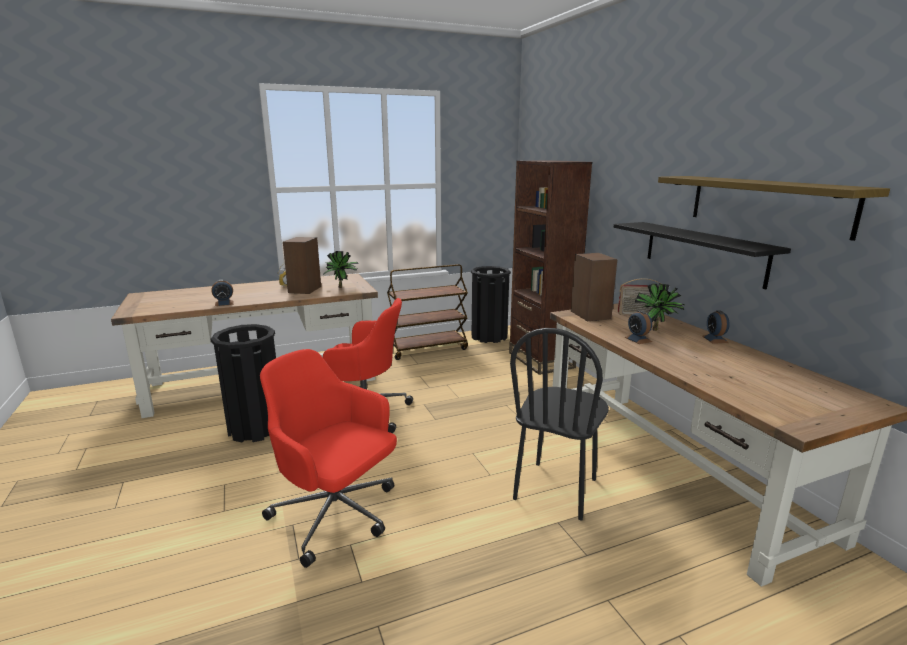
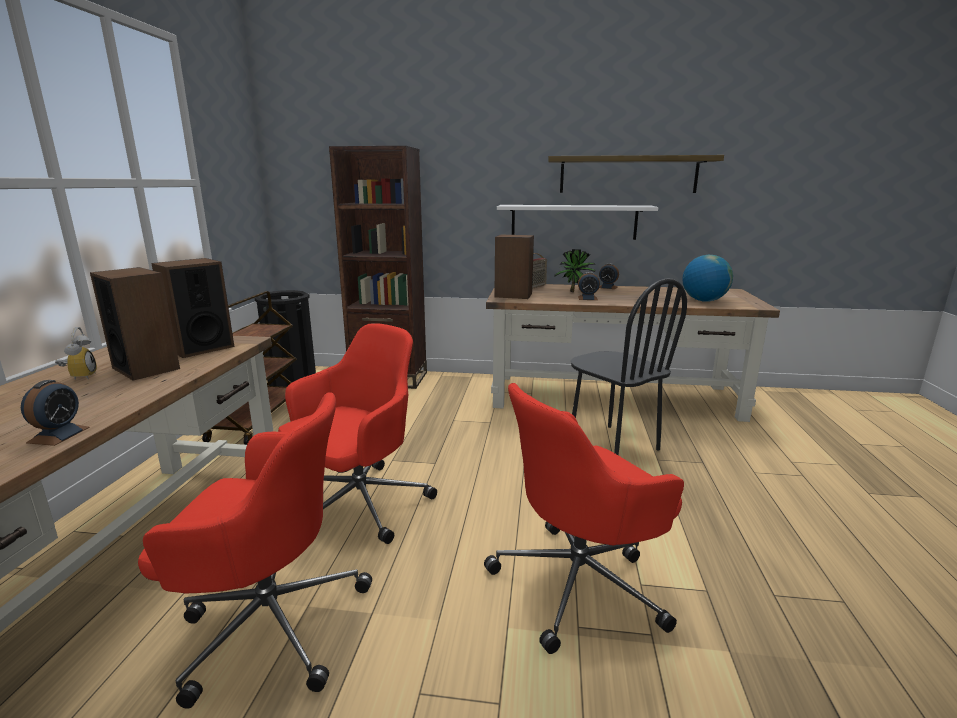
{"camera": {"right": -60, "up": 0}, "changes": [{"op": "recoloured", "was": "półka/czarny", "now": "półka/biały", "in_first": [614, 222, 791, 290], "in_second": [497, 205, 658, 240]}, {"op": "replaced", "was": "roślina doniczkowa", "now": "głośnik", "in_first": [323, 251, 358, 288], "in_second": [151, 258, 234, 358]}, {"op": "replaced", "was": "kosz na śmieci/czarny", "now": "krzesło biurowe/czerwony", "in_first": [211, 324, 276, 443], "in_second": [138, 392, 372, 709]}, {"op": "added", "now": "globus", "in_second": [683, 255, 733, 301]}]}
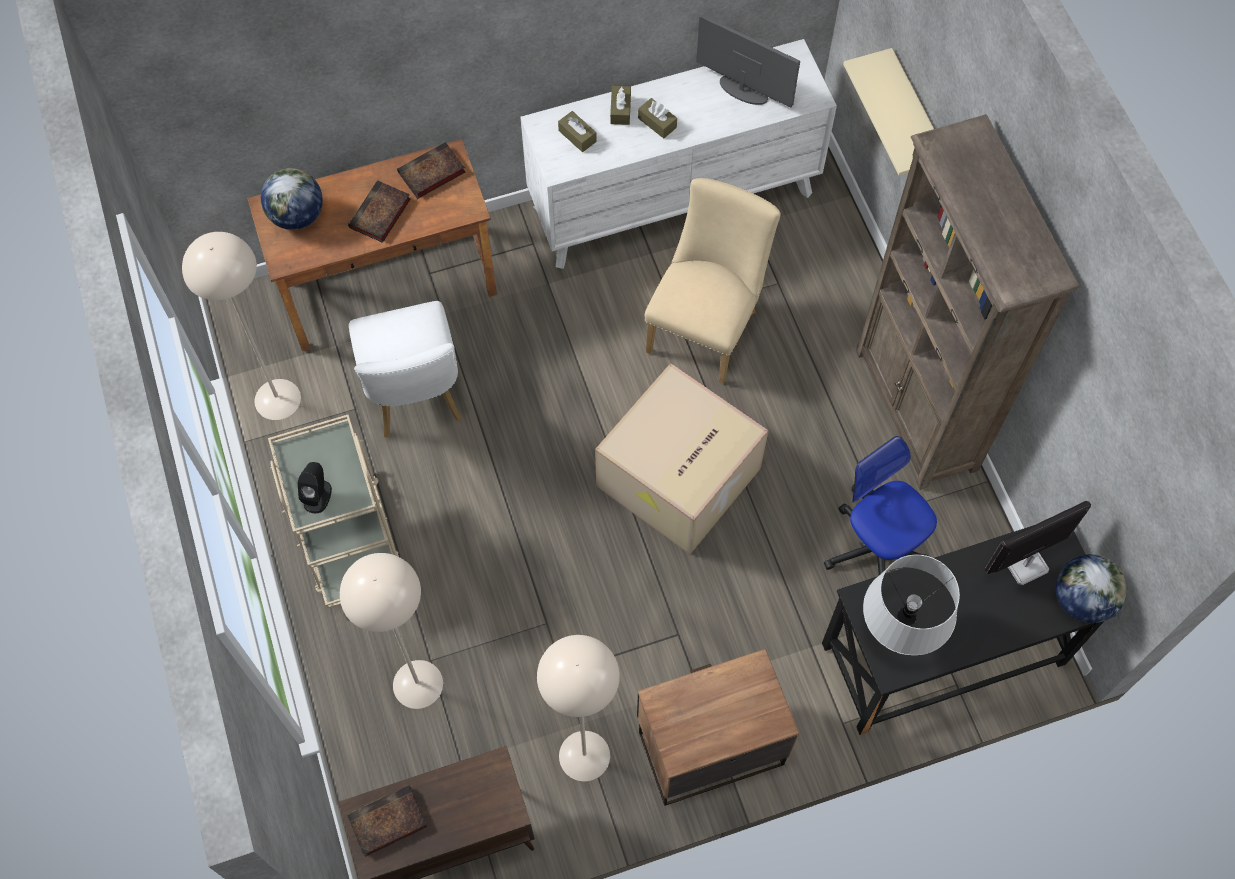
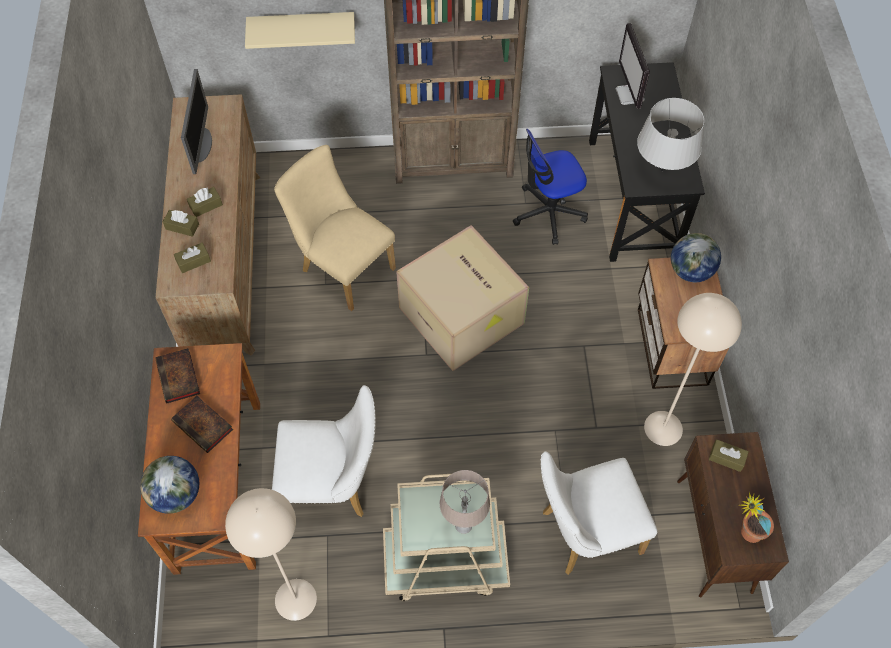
{"camera": {"right": -75, "up": -5}, "changes": [{"op": "turned", "was": "monitor", "in_first": [696, 15, 800, 107], "in_second": [181, 69, 212, 174], "clockwise": 135}, {"op": "recoloured", "was": "komoda/biały", "now": "komoda/brązowy", "in_first": [520, 39, 837, 269], "in_second": [156, 94, 260, 356]}, {"op": "replaced", "was": "głośnik/czarny", "now": "lampa stołowa/beżowy", "in_first": [297, 462, 332, 513], "in_second": [440, 470, 490, 534]}, {"op": "replaced", "was": "lampa stojąca/beżowy", "now": "krzesło/biały", "in_first": [340, 553, 443, 709], "in_second": [540, 451, 658, 575]}, {"op": "moved", "was": "globus", "in_first": [1056, 554, 1127, 623], "in_second": [671, 233, 721, 282]}, {"op": "replaced", "was": "książka", "now": "roślina doniczkowa", "in_first": [347, 785, 427, 857], "in_second": [740, 491, 774, 543]}, {"op": "added", "now": "pudełko chusteczek/brązowy", "in_second": [709, 439, 749, 472]}]}
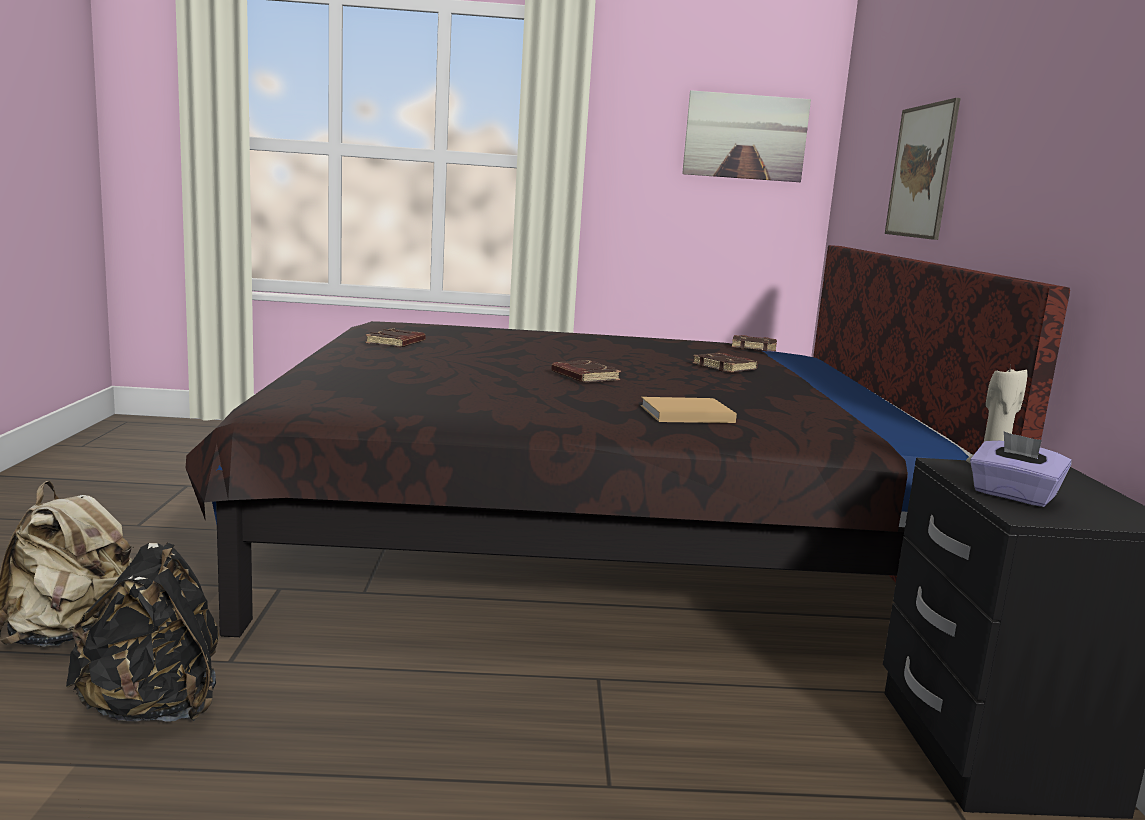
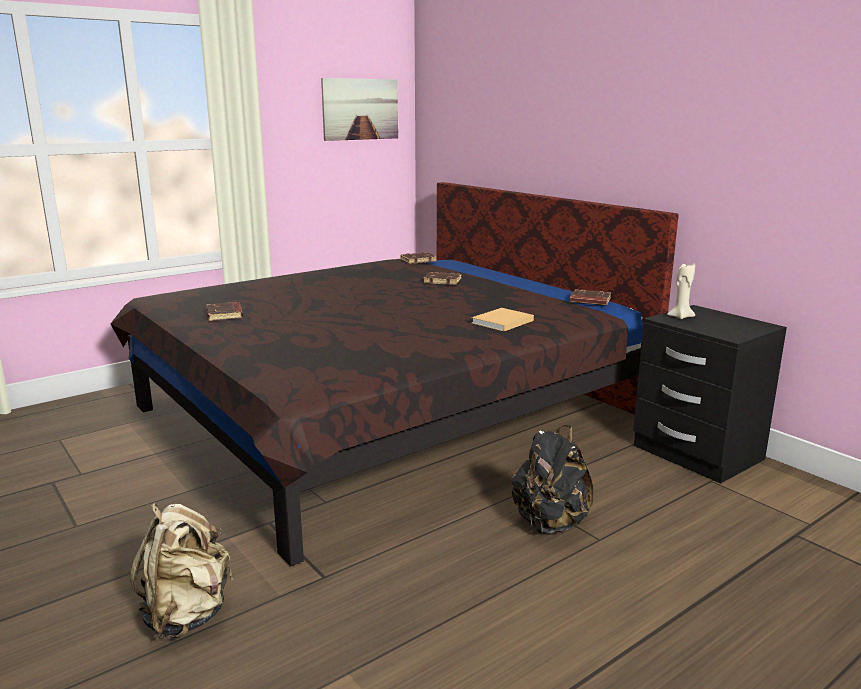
{"camera": {"right": -35, "up": 5}, "changes": [{"op": "removed", "was": "obraz", "in_first": [885, 98, 960, 240]}, {"op": "moved", "was": "książka/brązowy", "in_first": [551, 360, 621, 383], "in_second": [570, 289, 611, 305]}, {"op": "removed", "was": "pudełko chusteczek/fioletowy", "in_first": [970, 431, 1072, 507]}, {"op": "moved", "was": "plecak/czarny", "in_first": [66, 542, 219, 722], "in_second": [511, 425, 594, 534]}]}
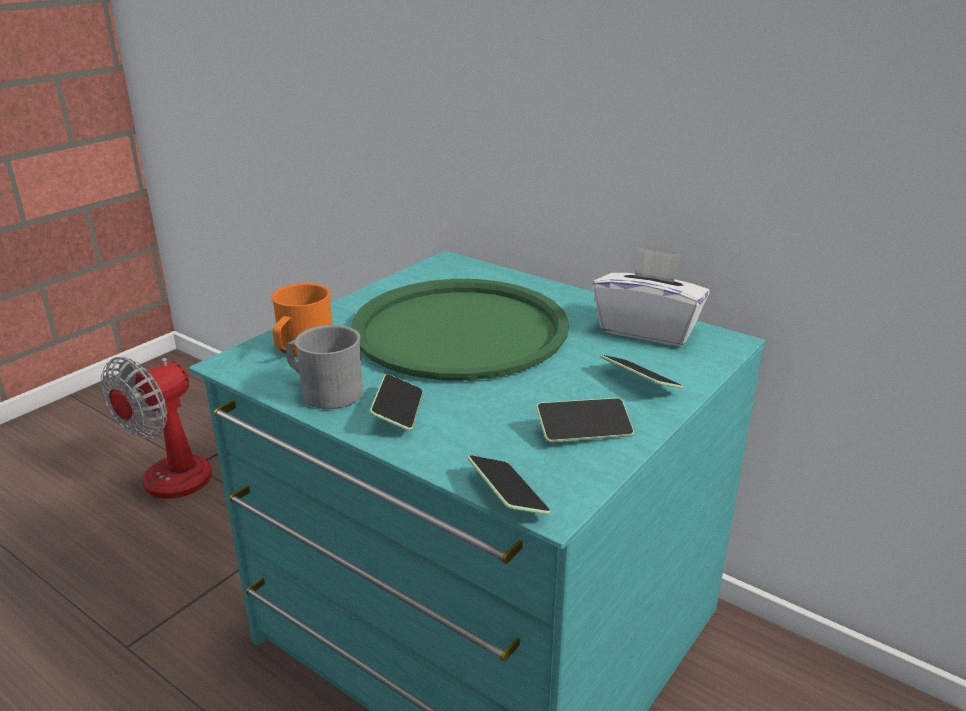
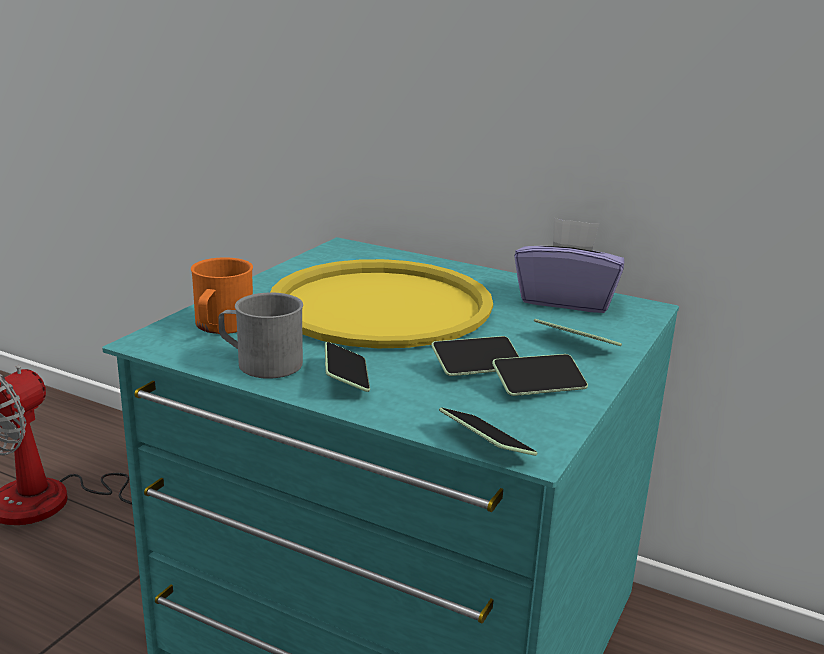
{"camera": {"right": -10, "up": -5}, "changes": [{"op": "recoloured", "was": "pudełko chusteczek/biały", "now": "pudełko chusteczek/fioletowy", "in_first": [593, 247, 710, 346], "in_second": [514, 218, 624, 313]}, {"op": "recoloured", "was": "taca/zielony", "now": "taca/żółty", "in_first": [351, 279, 569, 381], "in_second": [270, 259, 493, 348]}, {"op": "added", "now": "telefon", "in_second": [431, 336, 519, 376]}]}
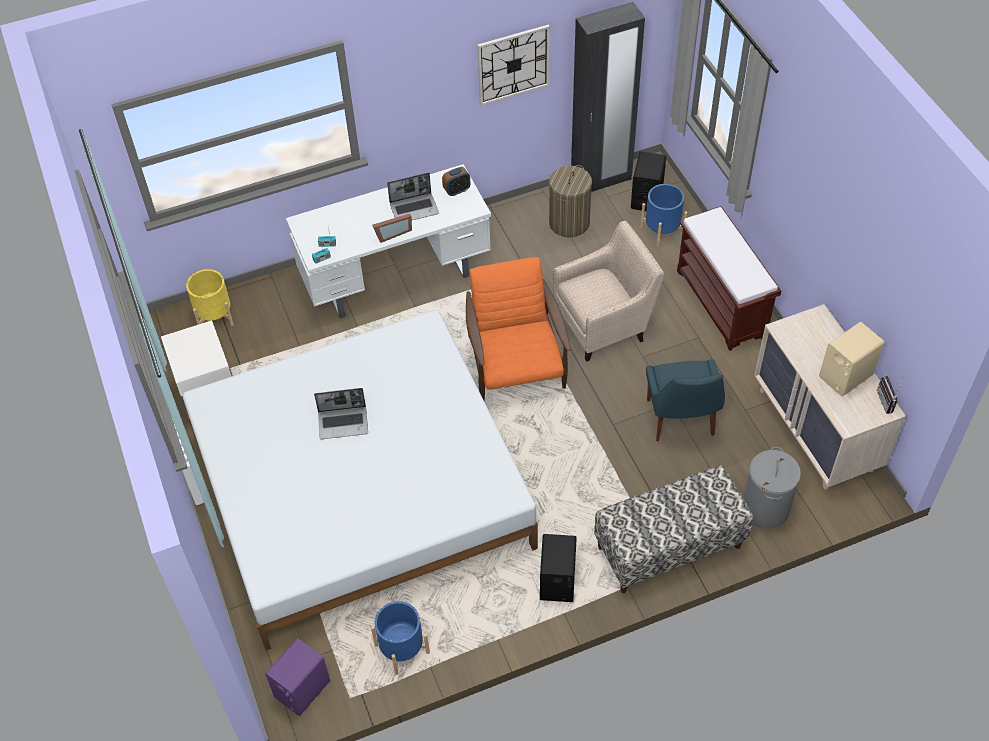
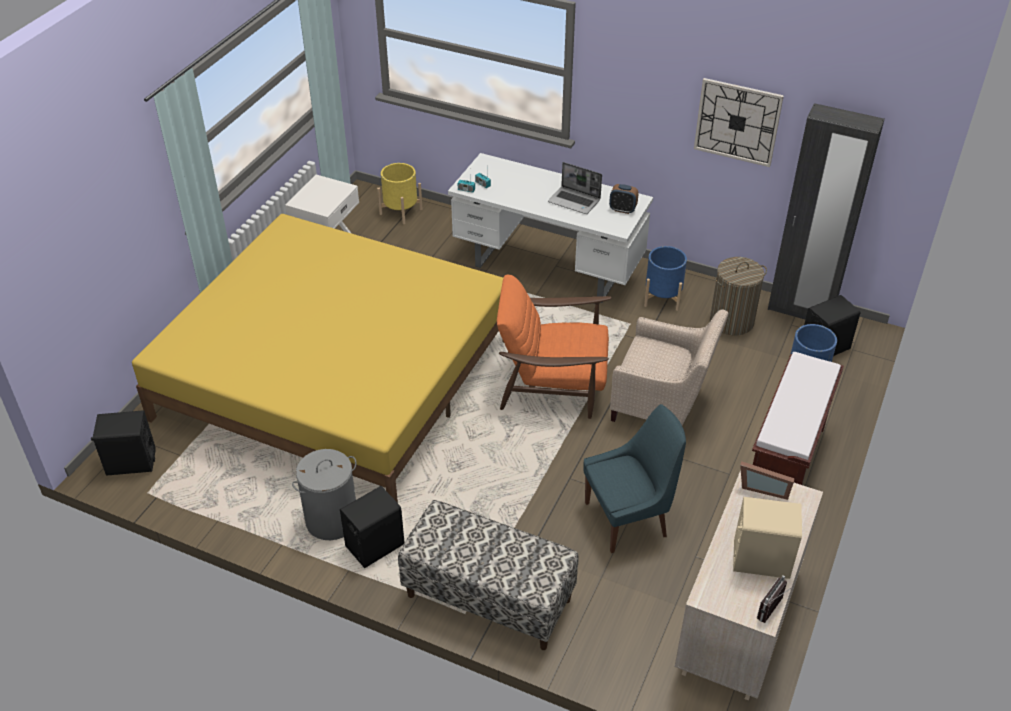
{"camera": {"right": 45, "up": -10}, "changes": [{"op": "moved", "was": "ramka na zdjęcie", "in_first": [372, 213, 412, 243], "in_second": [740, 461, 795, 500]}, {"op": "turned", "was": "fotel/pomarańczowy", "in_first": [466, 257, 570, 401], "in_second": [497, 275, 612, 419], "clockwise": -120}, {"op": "recoloured", "was": "łóżko/biały", "now": "łóżko/żółty", "in_first": [183, 310, 538, 651], "in_second": [132, 214, 504, 503]}, {"op": "turned", "was": "krzesło/niebieski", "in_first": [646, 359, 725, 441], "in_second": [583, 404, 686, 553], "clockwise": -150}, {"op": "removed", "was": "laptop", "in_first": [314, 388, 368, 439]}, {"op": "moved", "was": "kosz na pranie/szary", "in_first": [743, 447, 801, 529], "in_second": [292, 449, 357, 540]}, {"op": "moved", "was": "donica/niebieski", "in_first": [371, 601, 430, 675], "in_second": [644, 246, 687, 311]}, {"op": "recoloured", "was": "głośnik/fioletowy", "now": "głośnik/czarny", "in_first": [265, 638, 330, 716], "in_second": [91, 410, 156, 476]}]}
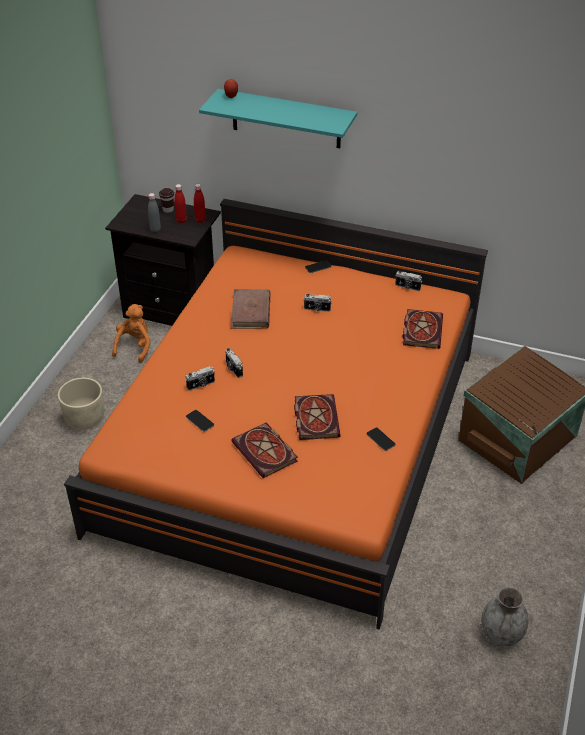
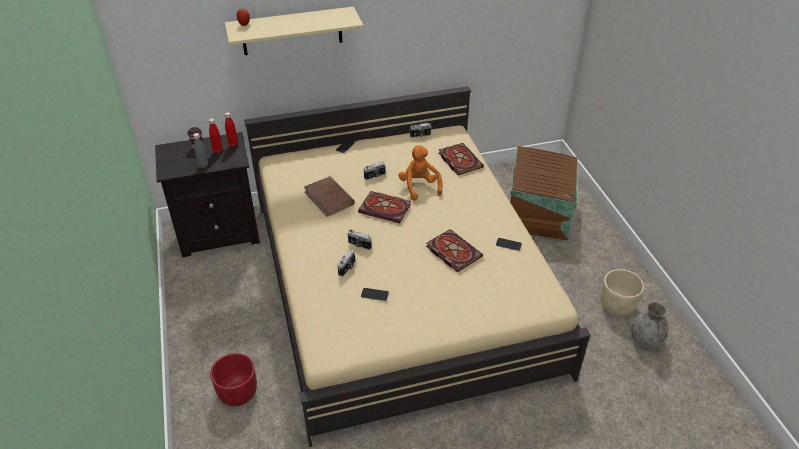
{"camera": {"right": -35, "up": 0}, "changes": [{"op": "recoloured", "was": "półka/turkusowy", "now": "półka/beżowy", "in_first": [199, 89, 357, 148], "in_second": [225, 7, 363, 55]}, {"op": "recoloured", "was": "łóżko/pomarańczowy", "now": "łóżko/beżowy", "in_first": [64, 199, 488, 630], "in_second": [244, 86, 591, 447]}, {"op": "moved", "was": "pluszak/pomarańczowy", "in_first": [112, 304, 151, 363], "in_second": [398, 145, 442, 201]}, {"op": "moved", "was": "donica/beżowy", "in_first": [58, 378, 104, 430], "in_second": [601, 269, 644, 316]}, {"op": "moved", "was": "książka", "in_first": [231, 422, 298, 478], "in_second": [358, 191, 411, 223]}, {"op": "added", "now": "donica/czerwony", "in_second": [210, 353, 257, 406]}]}
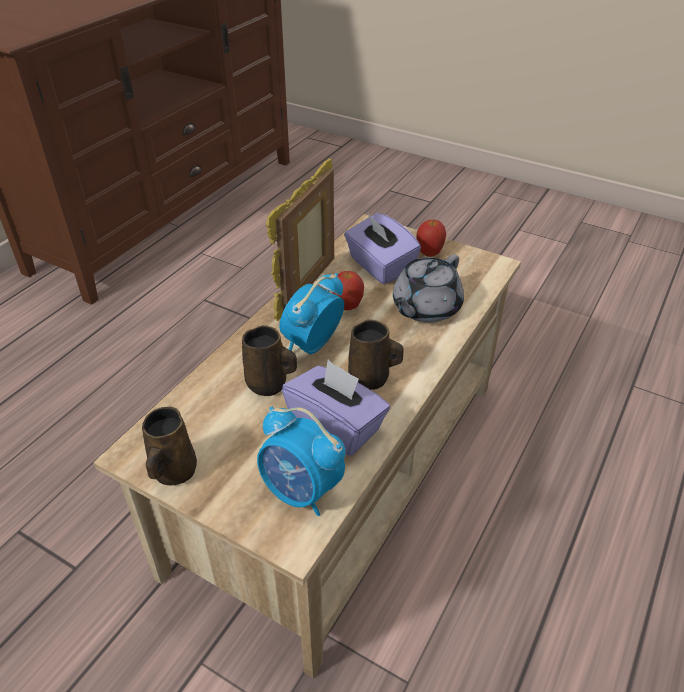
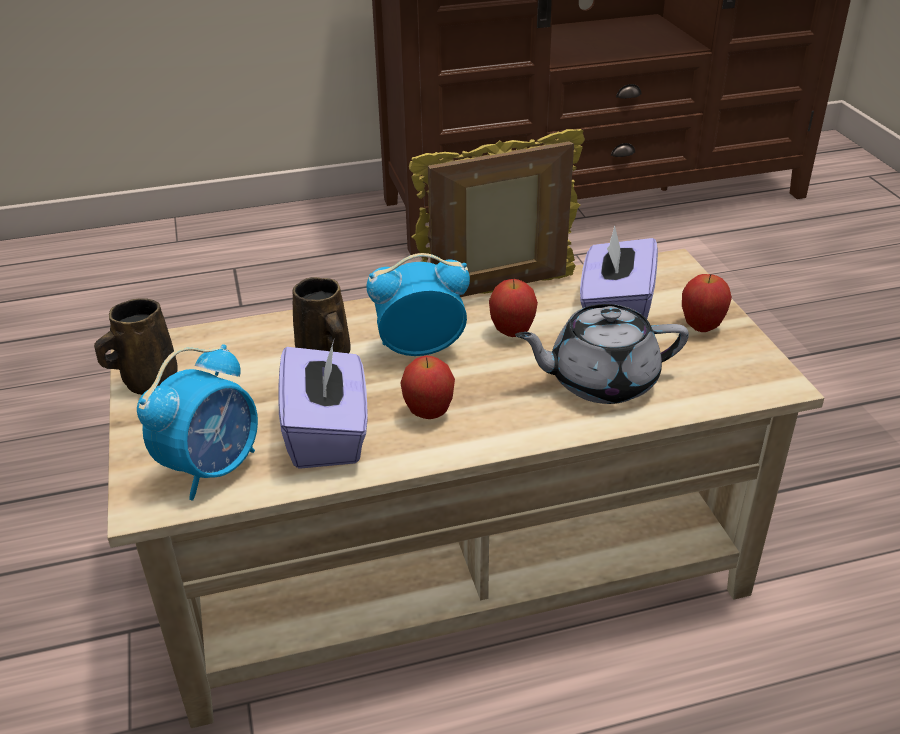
{"camera": {"right": 45, "up": -5}, "changes": [{"op": "replaced", "was": "kubek/brązowy", "now": "jabłko", "in_first": [348, 319, 403, 390], "in_second": [400, 355, 455, 419]}, {"op": "turned", "was": "budzik", "in_first": [257, 407, 346, 516], "in_second": [137, 344, 258, 500], "clockwise": -135}]}
